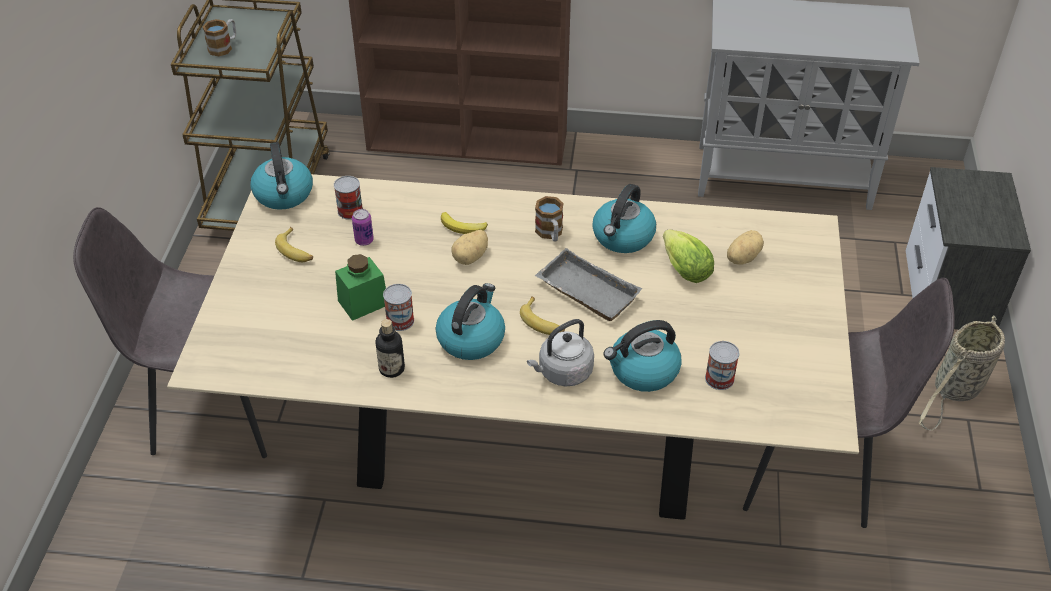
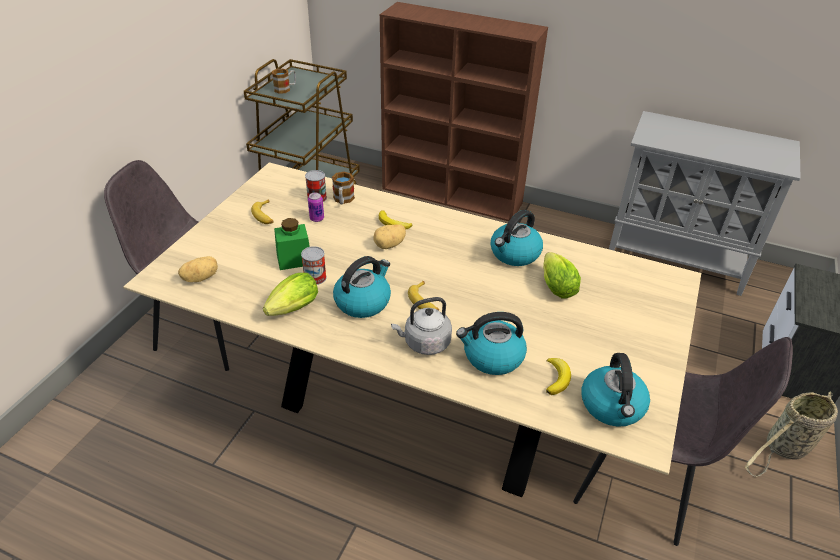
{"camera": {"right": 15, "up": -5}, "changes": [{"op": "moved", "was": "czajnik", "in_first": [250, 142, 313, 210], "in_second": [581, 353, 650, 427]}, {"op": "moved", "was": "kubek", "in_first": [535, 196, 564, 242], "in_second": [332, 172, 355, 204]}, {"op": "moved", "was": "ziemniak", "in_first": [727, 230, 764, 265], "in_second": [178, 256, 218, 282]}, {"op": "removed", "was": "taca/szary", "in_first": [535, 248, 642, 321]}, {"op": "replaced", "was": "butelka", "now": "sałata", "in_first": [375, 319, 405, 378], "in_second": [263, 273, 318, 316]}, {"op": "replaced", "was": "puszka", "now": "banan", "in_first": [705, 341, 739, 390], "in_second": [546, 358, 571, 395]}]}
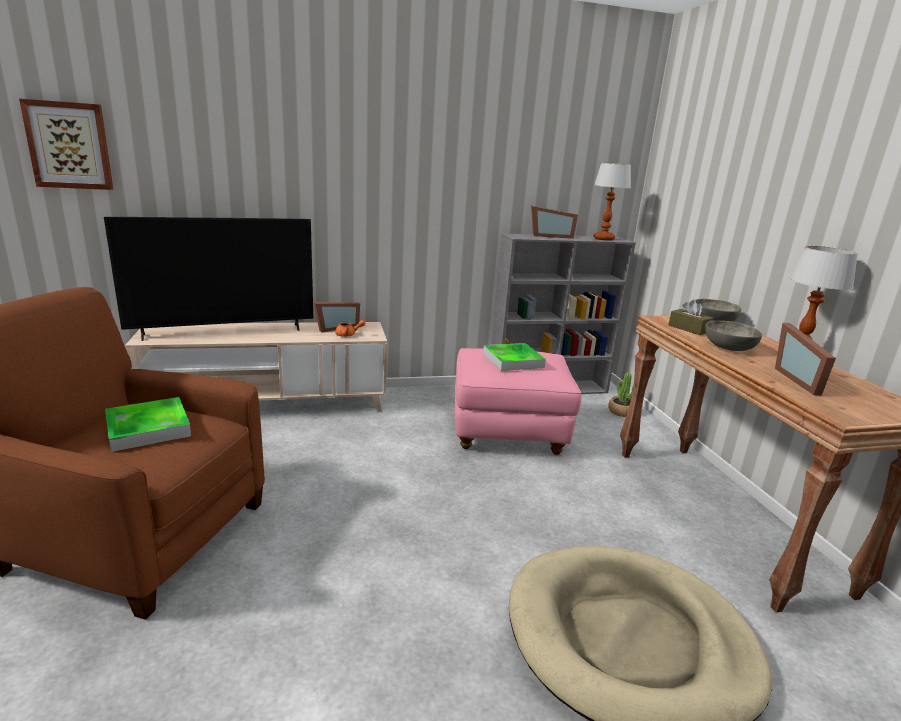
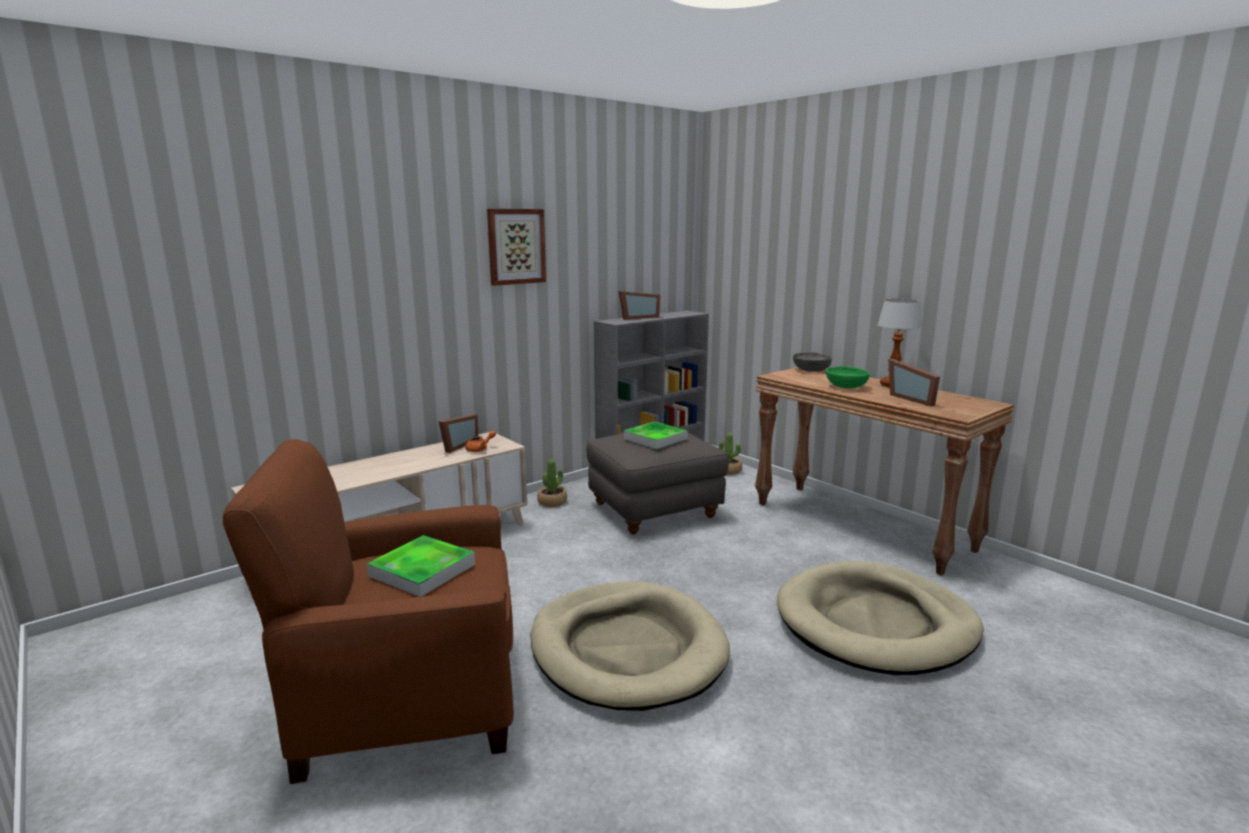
{"camera": {"right": -25, "up": -5}, "changes": [{"op": "moved", "was": "obraz", "in_first": [19, 99, 113, 190], "in_second": [487, 209, 546, 286]}, {"op": "removed", "was": "lampa stołowa", "in_first": [593, 163, 631, 241]}, {"op": "removed", "was": "telewizor", "in_first": [104, 217, 313, 341]}, {"op": "removed", "was": "pudełko chusteczek/brązowy", "in_first": [668, 300, 713, 335]}, {"op": "recoloured", "was": "miska/szary", "now": "miska/zielony", "in_first": [705, 321, 762, 351], "in_second": [826, 366, 870, 389]}, {"op": "recoloured", "was": "pufa/różowy", "now": "pufa/szary", "in_first": [455, 348, 581, 455], "in_second": [586, 427, 729, 534]}, {"op": "added", "now": "roślina doniczkowa", "in_second": [537, 459, 567, 507]}, {"op": "added", "now": "legowisko/beżowy", "in_second": [530, 582, 730, 711]}]}
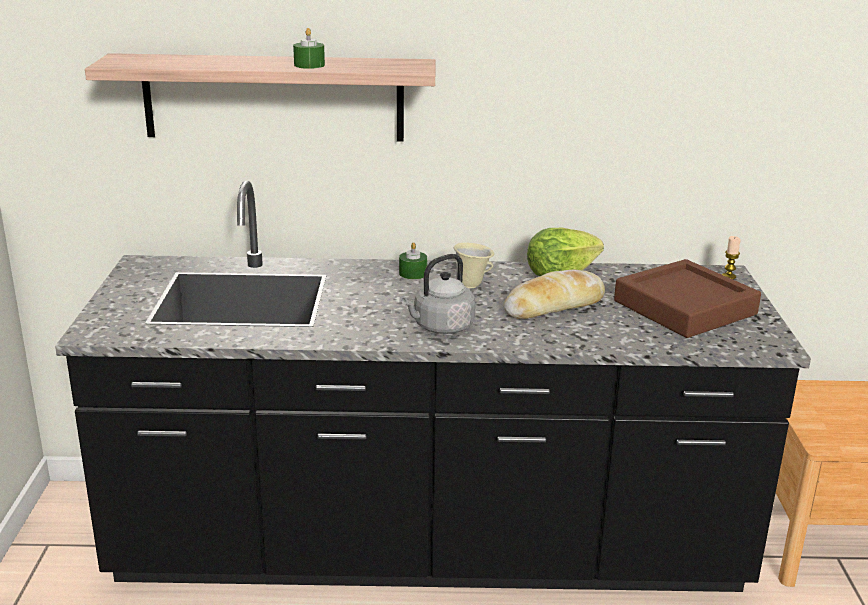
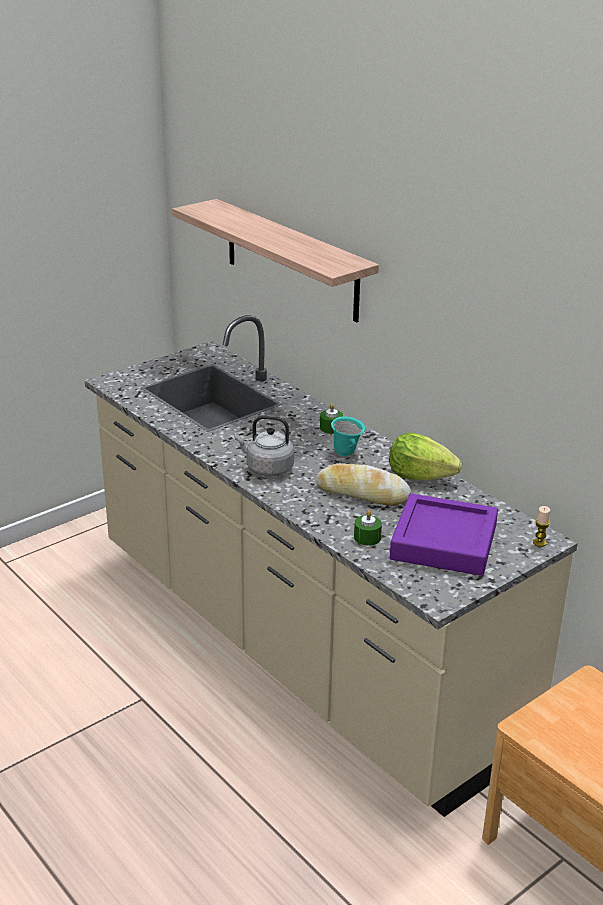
{"camera": {"right": 50, "up": 5}, "changes": [{"op": "moved", "was": "świeca/zielony", "in_first": [293, 28, 325, 69], "in_second": [354, 510, 382, 546]}, {"op": "recoloured", "was": "zabudowa kuchenna/czarny", "now": "zabudowa kuchenna/beżowy", "in_first": [55, 181, 811, 592], "in_second": [85, 315, 578, 817]}, {"op": "recoloured", "was": "kubek/beżowy", "now": "kubek/turkusowy", "in_first": [454, 243, 494, 288], "in_second": [331, 417, 365, 456]}, {"op": "recoloured", "was": "taca/brązowy", "now": "taca/fioletowy", "in_first": [614, 259, 761, 338], "in_second": [390, 494, 498, 576]}]}
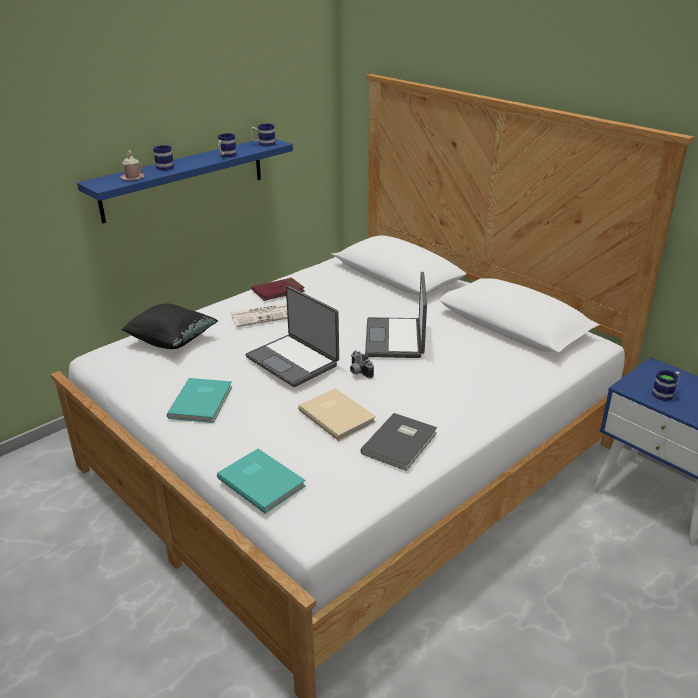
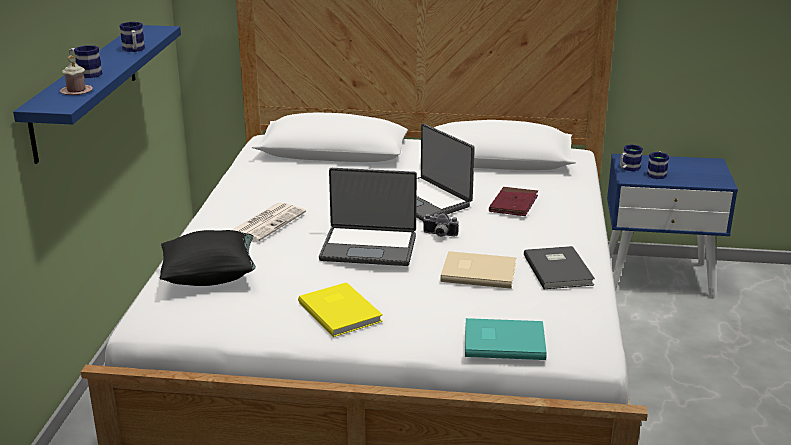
{"camera": {"right": -40, "up": -5}, "changes": [{"op": "moved", "was": "kubek", "in_first": [250, 123, 276, 147], "in_second": [620, 145, 643, 171]}, {"op": "moved", "was": "książka/czerwony", "in_first": [252, 278, 305, 301], "in_second": [489, 187, 538, 216]}, {"op": "recoloured", "was": "książka/turkusowy", "now": "książka/żółty", "in_first": [167, 378, 232, 423], "in_second": [298, 282, 383, 337]}]}
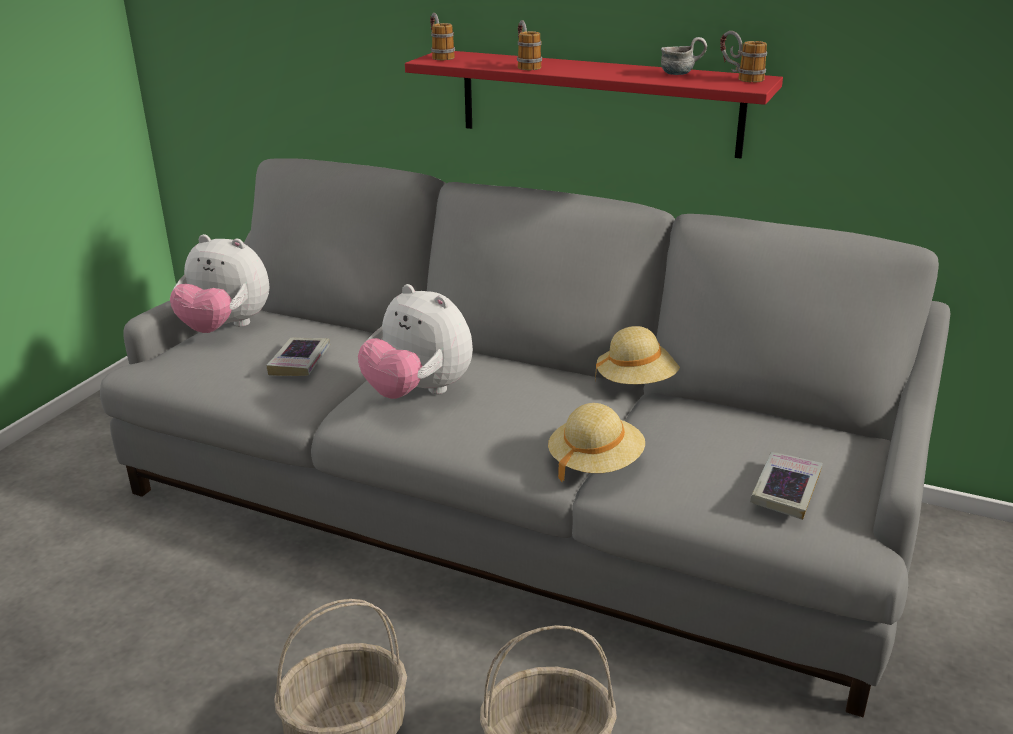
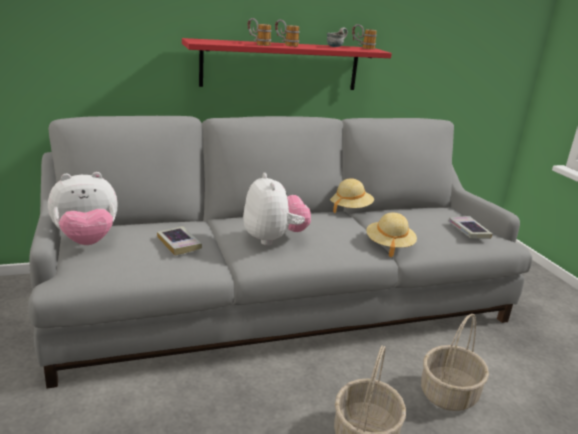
{"camera": {"right": -45, "up": -5}, "changes": [{"op": "moved", "was": "kubek", "in_first": [430, 13, 455, 60], "in_second": [275, 19, 300, 47]}, {"op": "turned", "was": "pluszak", "in_first": [358, 284, 473, 399], "in_second": [243, 173, 311, 245], "clockwise": -105}]}
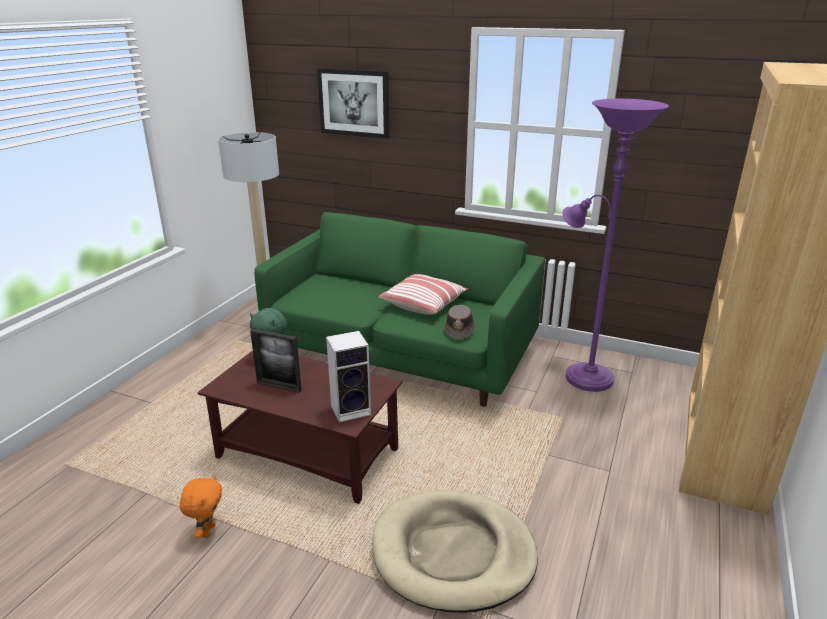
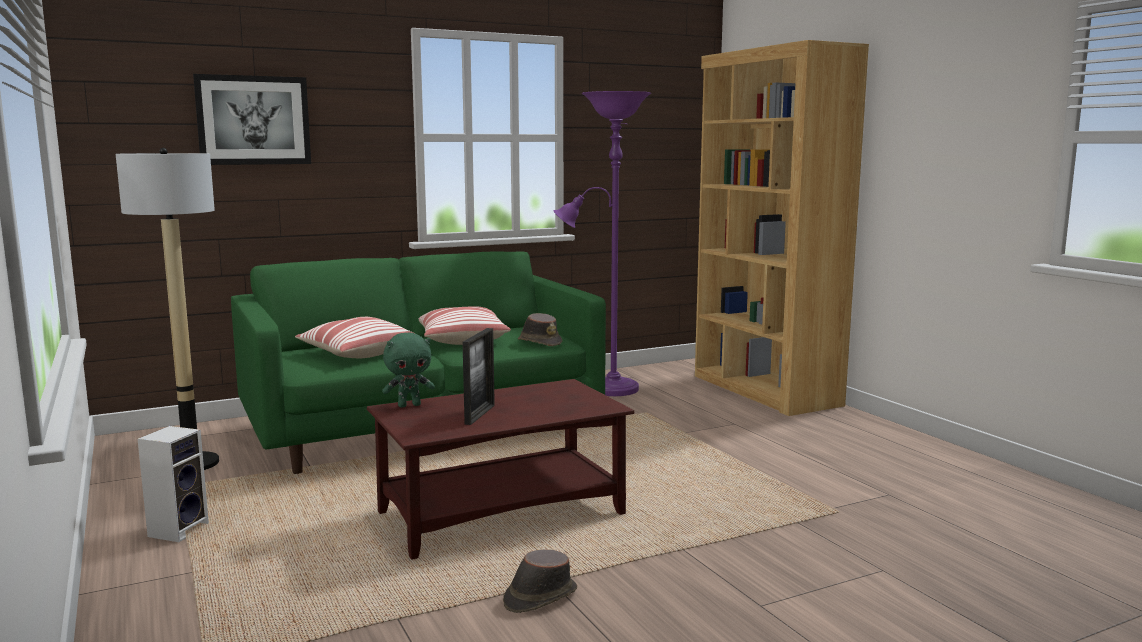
{"camera": {"right": -50, "up": -15}, "changes": [{"op": "turned", "was": "ramka na zdjęcie", "in_first": [250, 329, 302, 393], "in_second": [462, 328, 495, 425], "clockwise": -45}, {"op": "moved", "was": "głośnik", "in_first": [326, 331, 371, 423], "in_second": [138, 426, 209, 542]}, {"op": "replaced", "was": "pluszak/pomarańczowy", "now": "kapelusz/brązowy", "in_first": [180, 475, 222, 538], "in_second": [503, 549, 577, 613]}, {"op": "removed", "was": "legowisko/beżowy", "in_first": [372, 490, 538, 613]}, {"op": "added", "now": "poduszka", "in_second": [295, 317, 413, 358]}]}
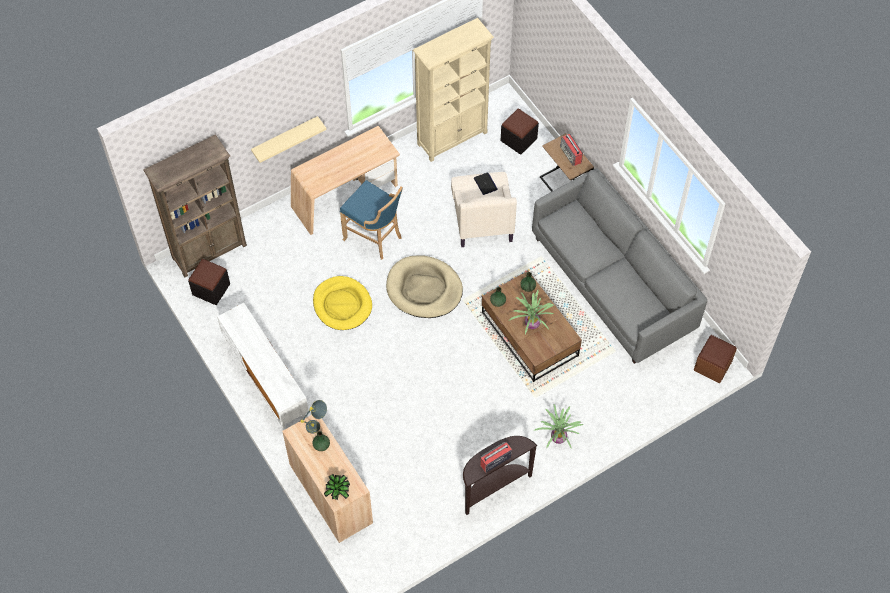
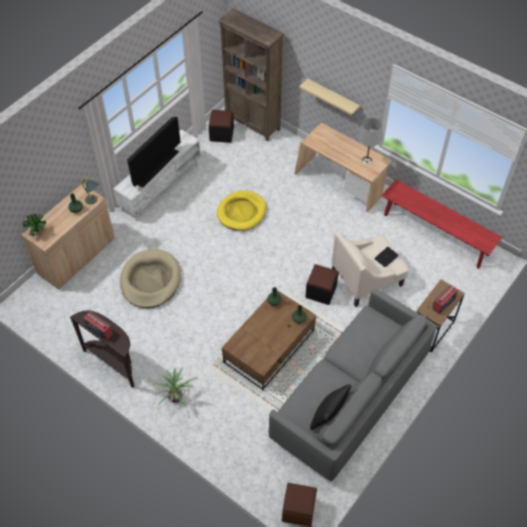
{"camera": {"right": 70, "up": -5}, "changes": [{"op": "replaced", "was": "regał/beżowy", "now": "ławka/czerwony", "in_first": [413, 18, 494, 162], "in_second": [382, 179, 502, 269]}, {"op": "moved", "was": "pufa/czarny", "in_first": [501, 109, 539, 155], "in_second": [305, 264, 338, 305]}, {"op": "removed", "was": "stołek/niebieski", "in_first": [340, 180, 403, 260]}, {"op": "moved", "was": "legowisko/beżowy", "in_first": [386, 256, 463, 318], "in_second": [120, 249, 181, 308]}, {"op": "removed", "was": "roślina doniczkowa", "in_first": [509, 290, 554, 334]}, {"op": "added", "now": "telewizor", "in_second": [127, 117, 181, 187]}, {"op": "added", "now": "lampa stołowa/szary", "in_second": [358, 118, 383, 164]}, {"op": "added", "now": "poduszka/czarny", "in_second": [310, 384, 351, 430]}]}
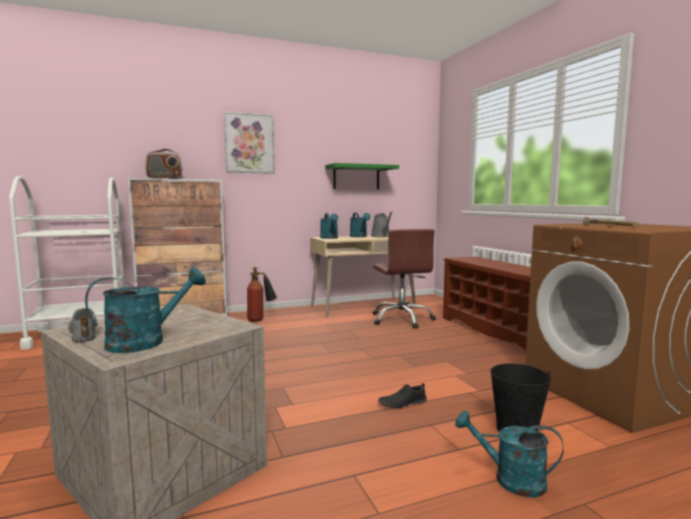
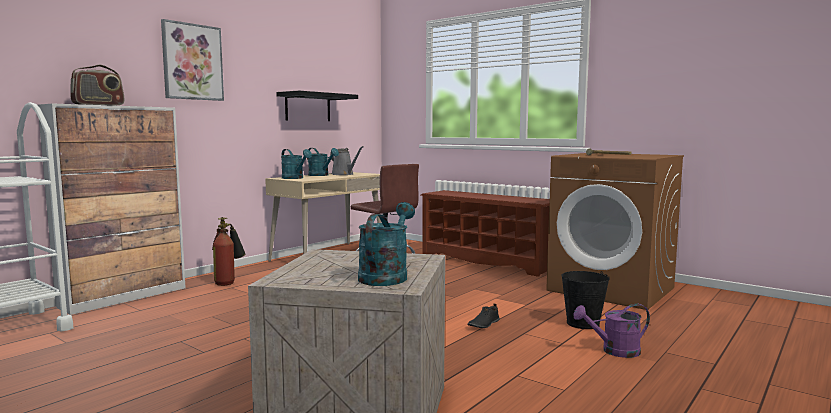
{"camera": {"right": -30, "up": 0}, "changes": [{"op": "recoloured", "was": "półka/zielony", "now": "półka/czarny", "in_first": [325, 163, 399, 189], "in_second": [276, 91, 358, 121]}, {"op": "removed", "was": "but/szary", "in_first": [68, 308, 97, 342]}, {"op": "recoloured", "was": "konewka/turkusowy", "now": "konewka/fioletowy", "in_first": [455, 410, 564, 497], "in_second": [573, 304, 650, 358]}]}
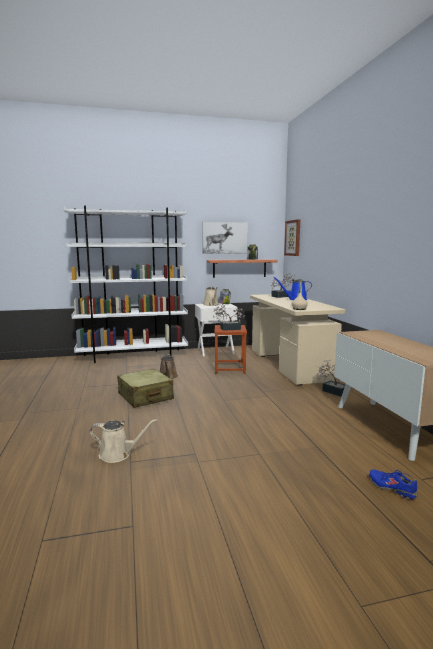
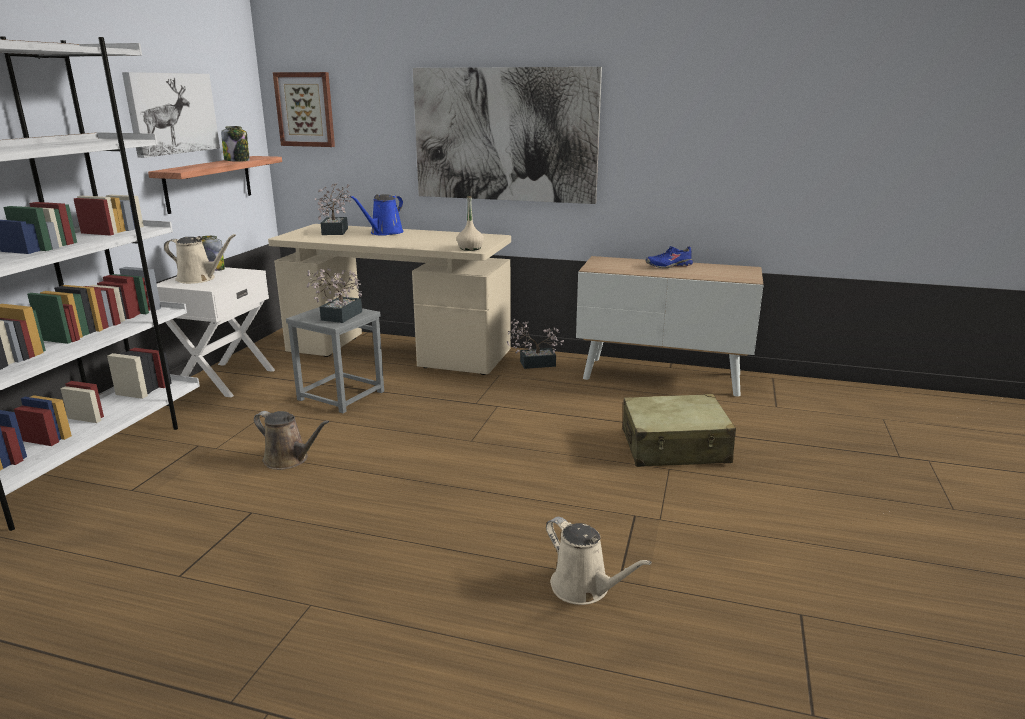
{"camera": {"right": -60, "up": 10}, "changes": [{"op": "recoloured", "was": "stołek/brązowy", "now": "stołek/szary", "in_first": [214, 325, 247, 374], "in_second": [286, 307, 384, 413]}, {"op": "moved", "was": "walizka/beżowy", "in_first": [117, 369, 174, 408], "in_second": [622, 394, 736, 467]}, {"op": "turned", "was": "konewka/beżowy", "in_first": [89, 419, 157, 463], "in_second": [546, 517, 652, 605], "clockwise": 105}, {"op": "moved", "was": "but/niebieski", "in_first": [369, 469, 418, 500], "in_second": [646, 246, 693, 268]}, {"op": "added", "now": "obraz", "in_second": [413, 67, 602, 204]}]}
